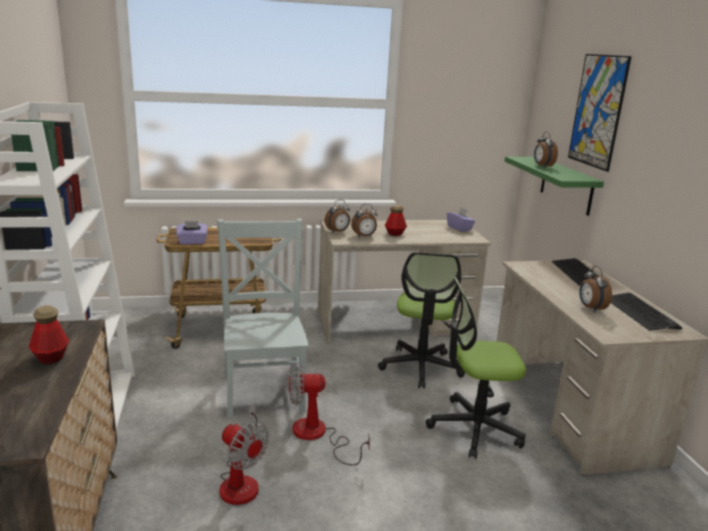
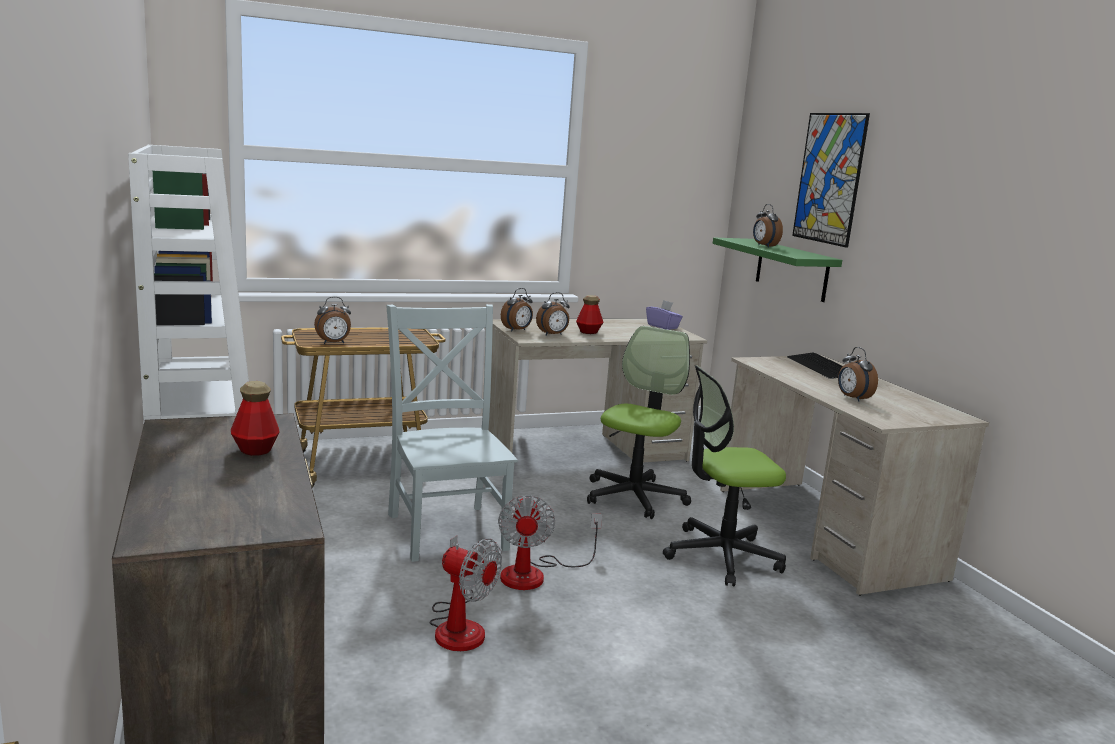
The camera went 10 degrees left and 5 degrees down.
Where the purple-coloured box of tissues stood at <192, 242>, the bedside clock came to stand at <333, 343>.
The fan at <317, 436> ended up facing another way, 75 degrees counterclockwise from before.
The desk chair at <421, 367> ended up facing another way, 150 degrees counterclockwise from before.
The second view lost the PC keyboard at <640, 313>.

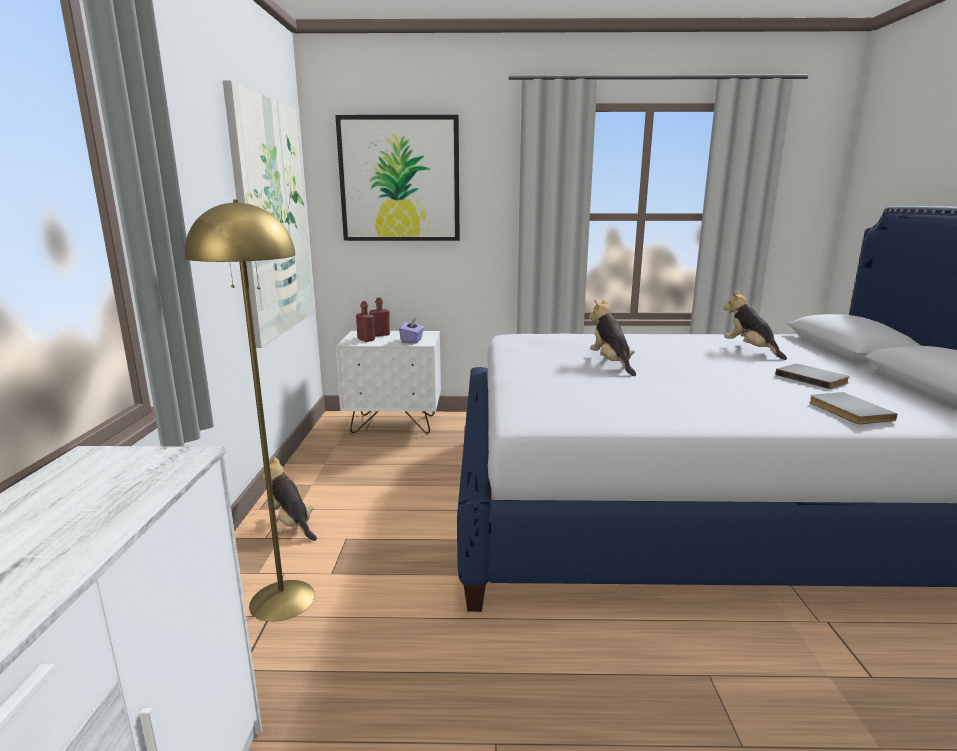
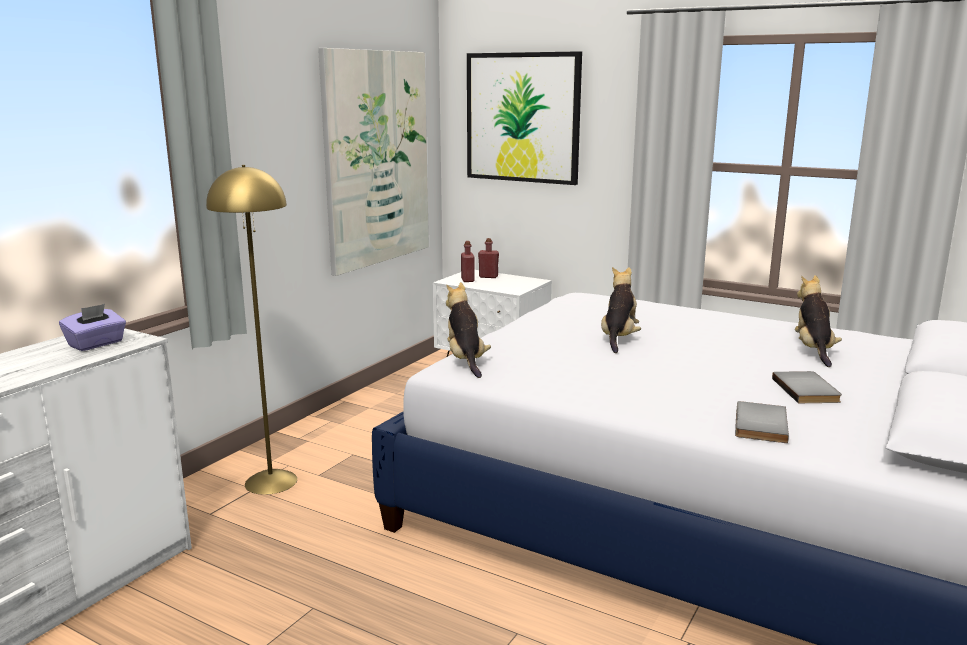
The camera went 30 degrees right and 0 degrees up.
The plush toy ended up elsewhere, having gone from <292, 523> to <466, 360>.
The purple-coloured box of tissues ended up elsewhere, having gone from <412, 340> to <96, 344>.

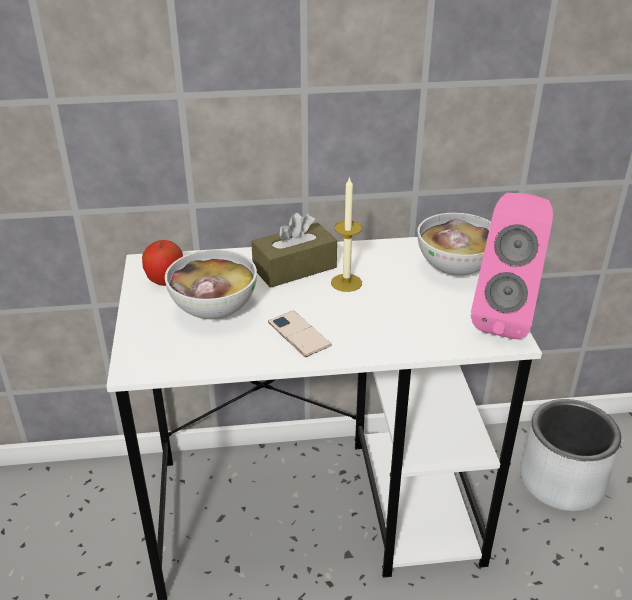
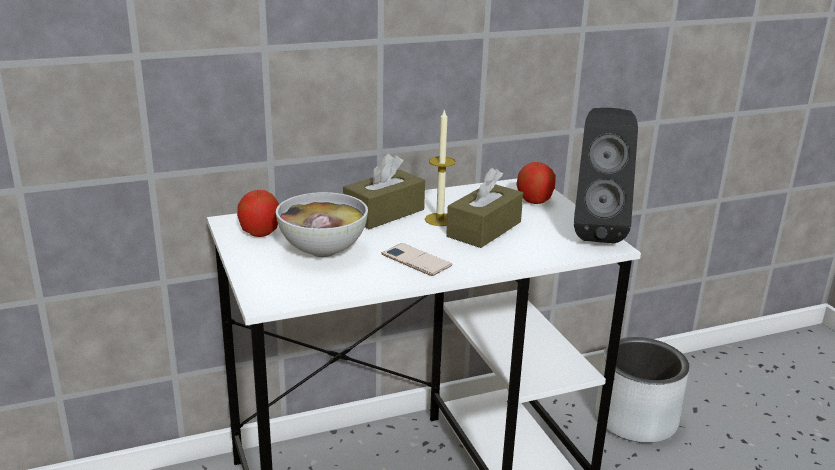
The camera went 15 degrees left and 10 degrees down.
Where the bowl stood at <456, 268>, the apple came to stand at <534, 201>.
What was the pinkish audio speaker at <505, 318> turned into the black-coloured audio speaker at <596, 231>.
The second view gained the brown box of tissues at <484, 229>.

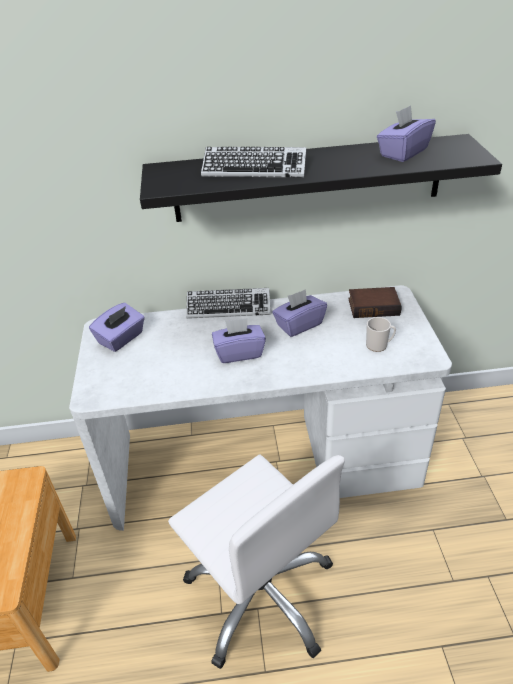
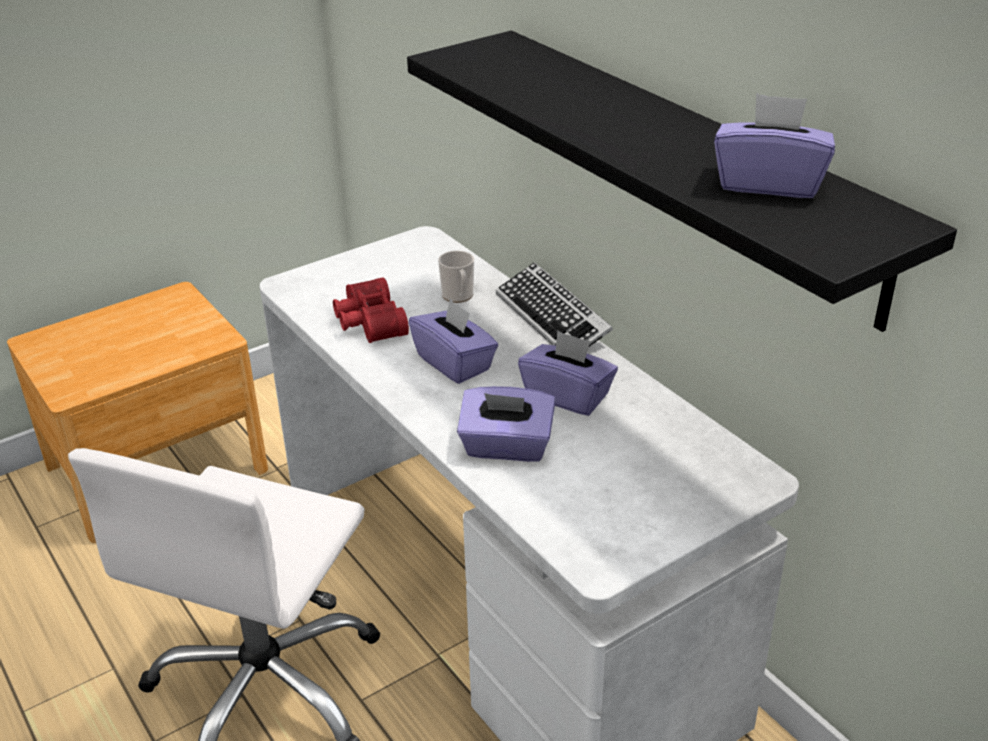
The camera went 60 degrees right and 5 degrees down.
The purple-coloured box of tissues ended up elsewhere, having gone from <121, 338> to <506, 447>.
The second view lost the PC keyboard at <254, 169>.
The second view lost the book at <374, 306>.
The mug ended up elsewhere, having gone from <379, 345> to <458, 296>.
The second view gained the red-coloured field glasses at <368, 323>.

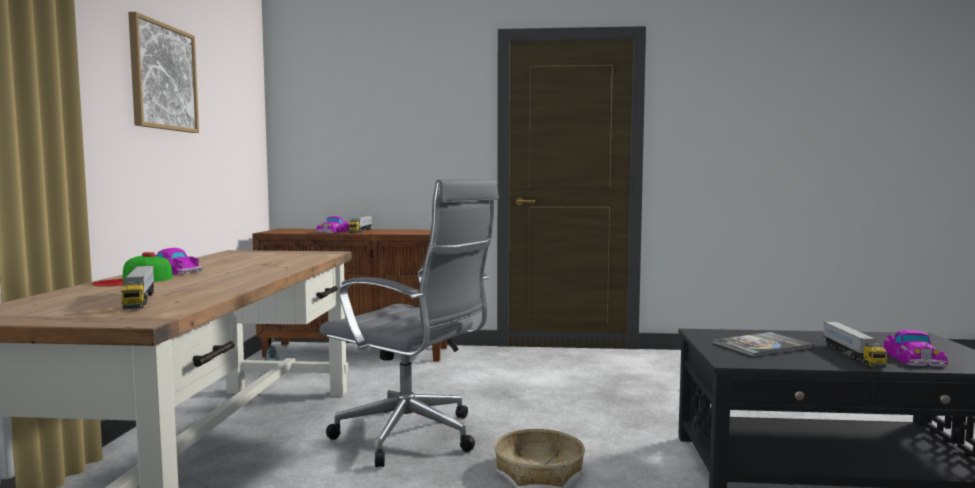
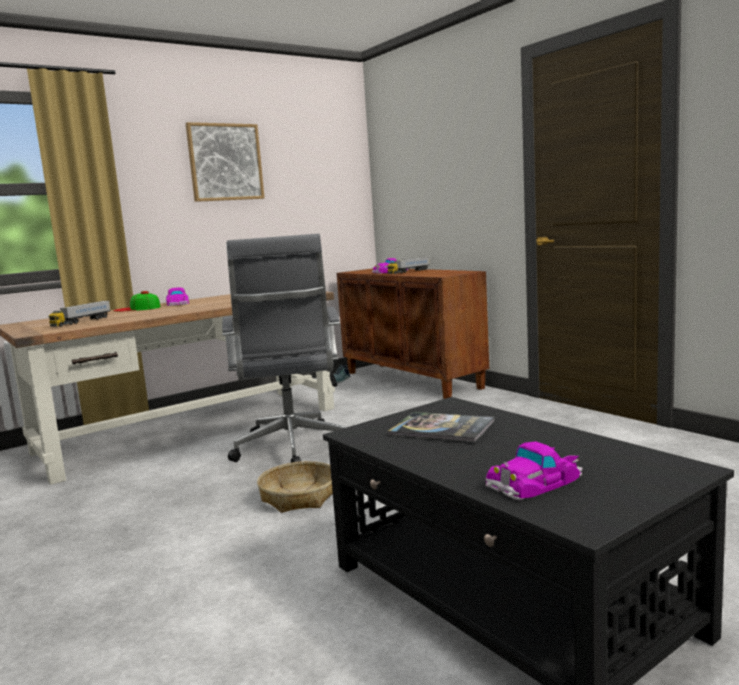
The camera went 50 degrees right and 5 degrees up.
The second view lost the toy lorry at <852, 355>.

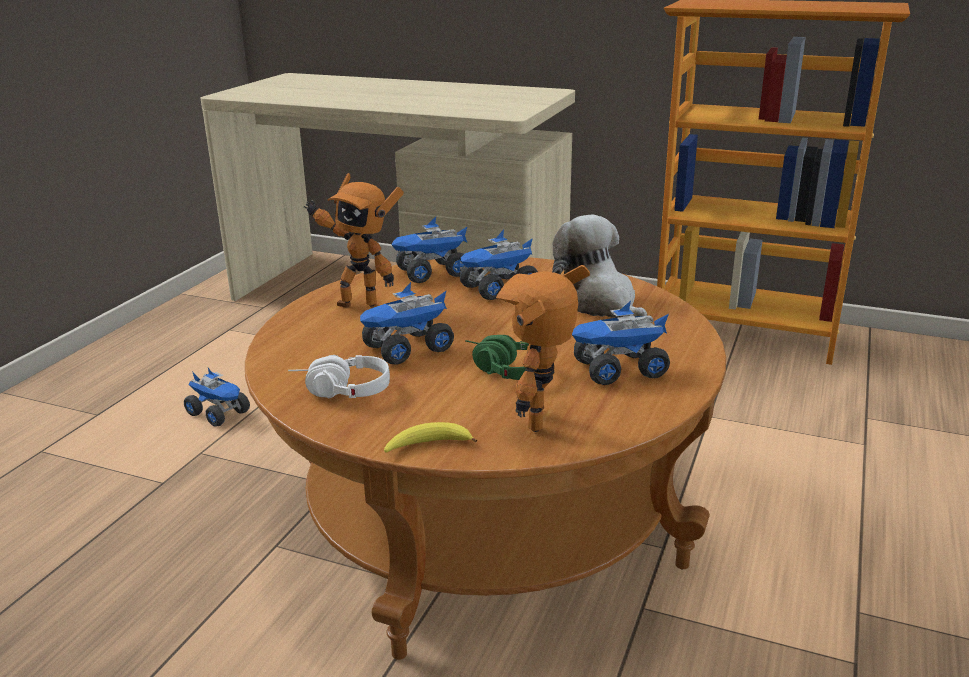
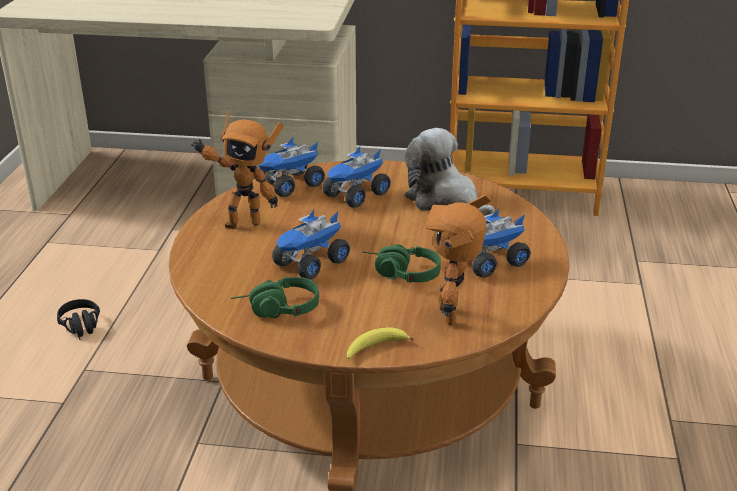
The camera went 15 degrees left and 5 degrees up.
Where the toy lorry stood at <219, 413>, the black-coloured headphones came to stand at <82, 329>.
What was the white-coloured headphones at <339, 392> turned into the green headphones at <276, 310>.

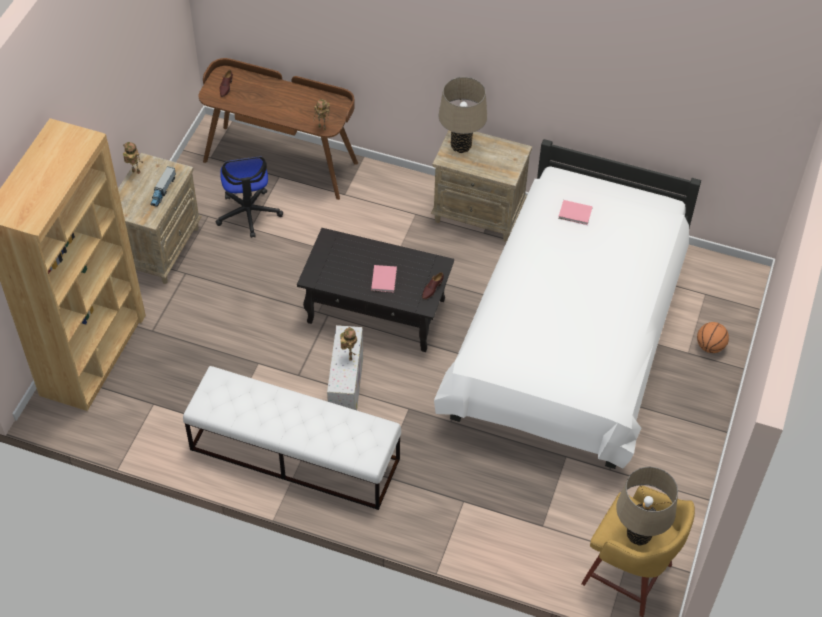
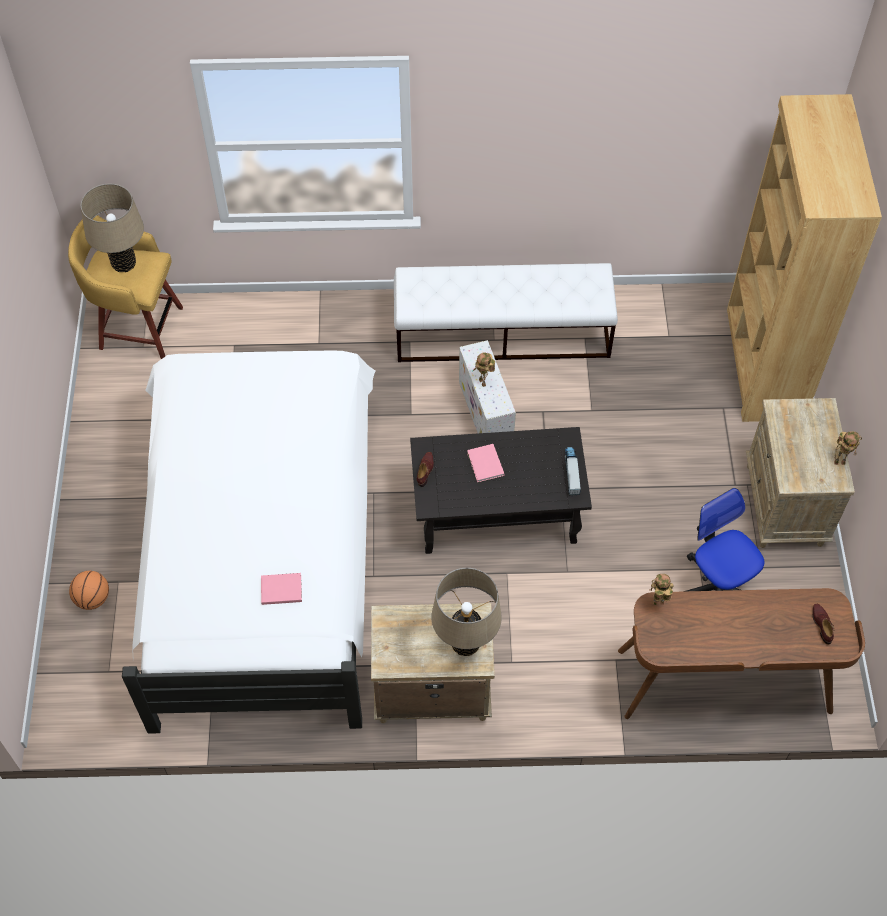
The camera went 160 degrees right and 5 degrees up.
The toy lorry ended up elsewhere, having gone from <163, 190> to <571, 473>.

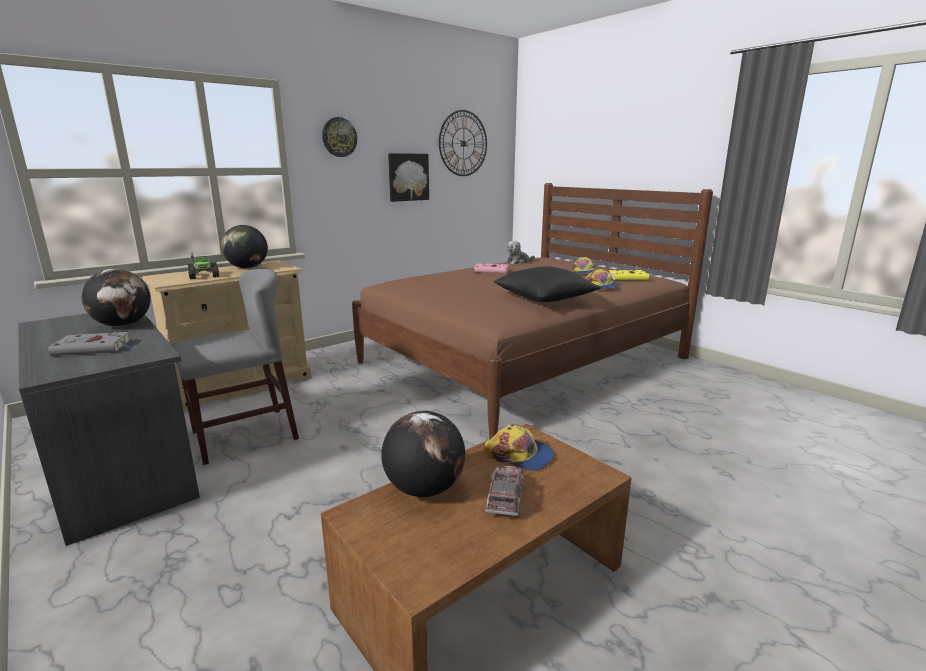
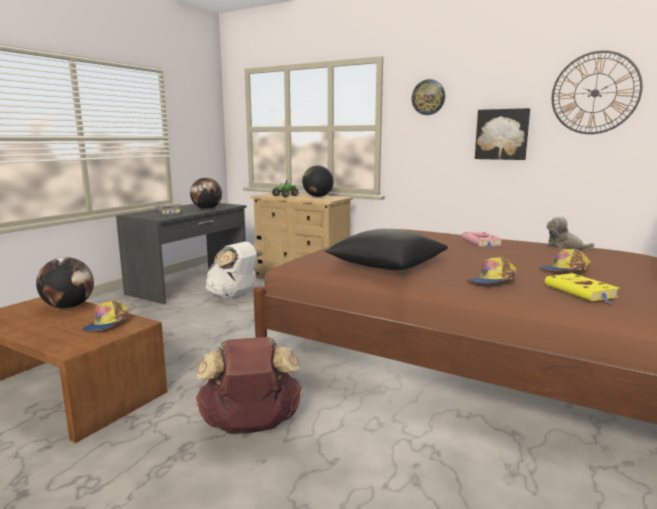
The camera went 70 degrees right and 5 degrees down.
Where the gray upright chair stood at <244, 435>, the white-coloured backpack came to stand at <234, 295>.
The second view lost the toy lorry at <505, 499>.
The second view gained the brown backpack at <251, 427>.

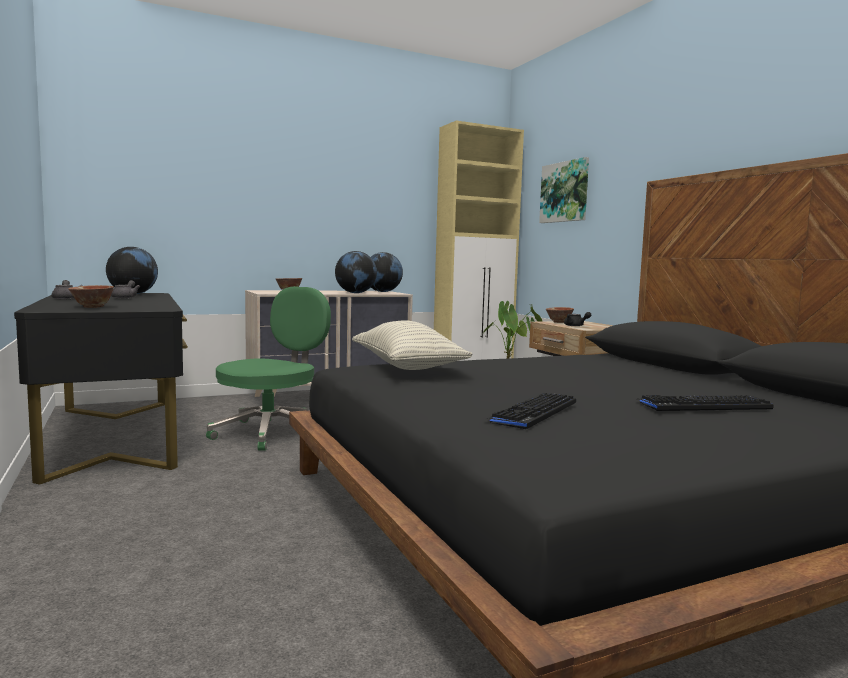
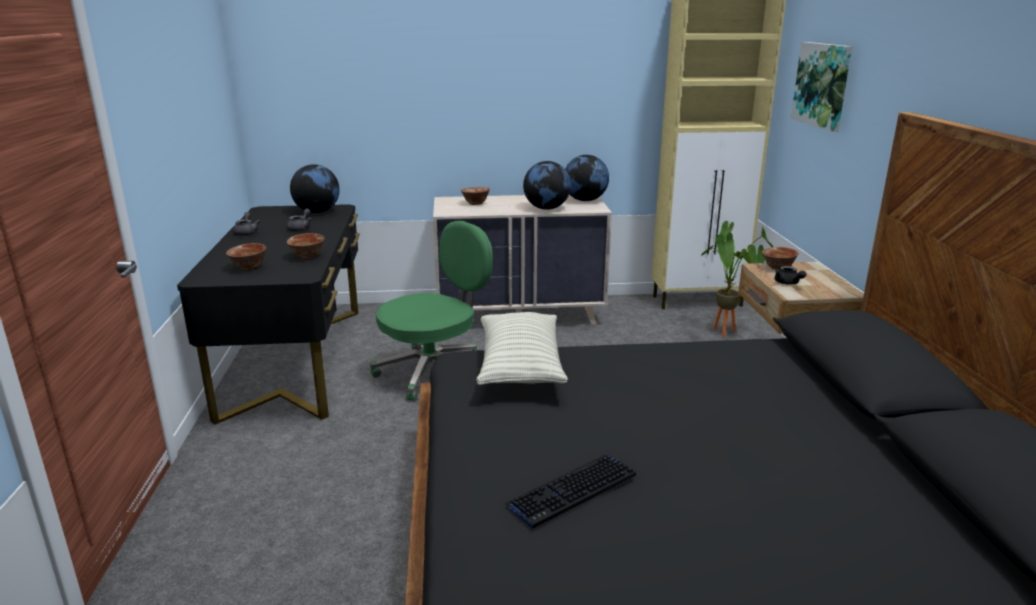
The camera went 20 degrees right and 15 degrees up.
The second view lost the PC keyboard at <703, 405>.
The second view gained the bowl at <308, 256>.

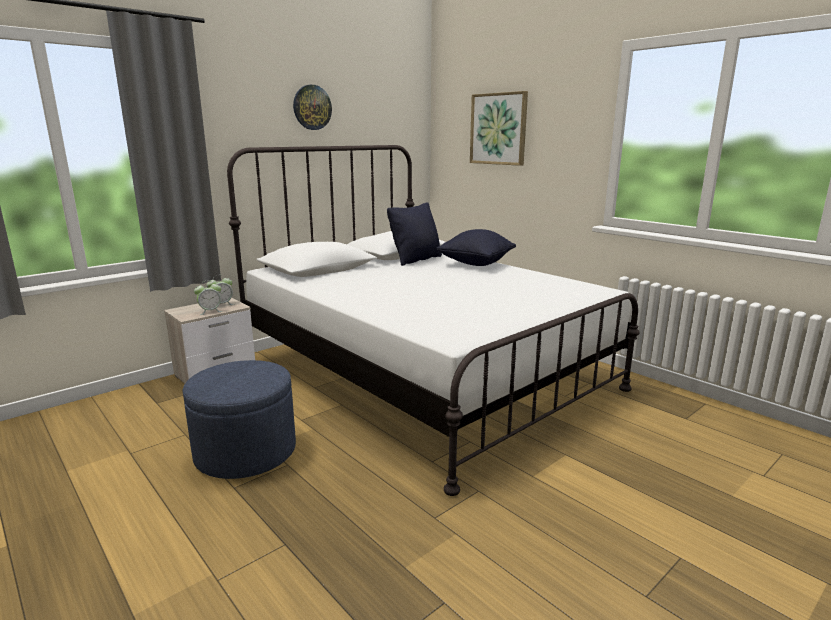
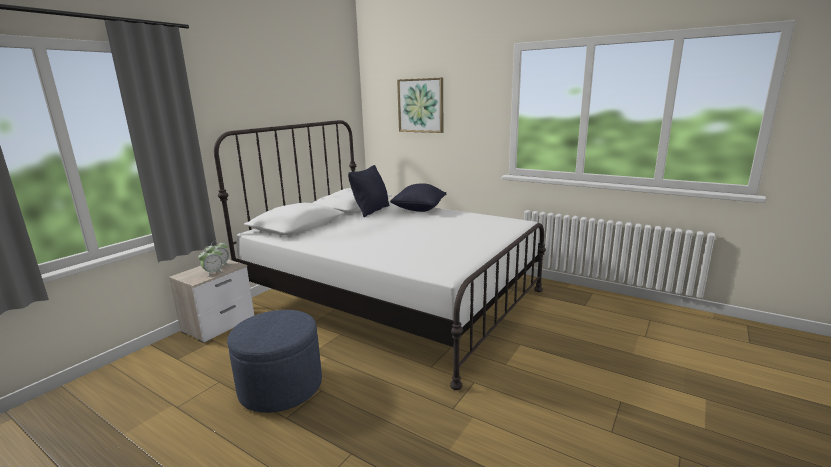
The camera went 15 degrees left and 0 degrees up.
The second view lost the clock on the wall at <312, 107>.

